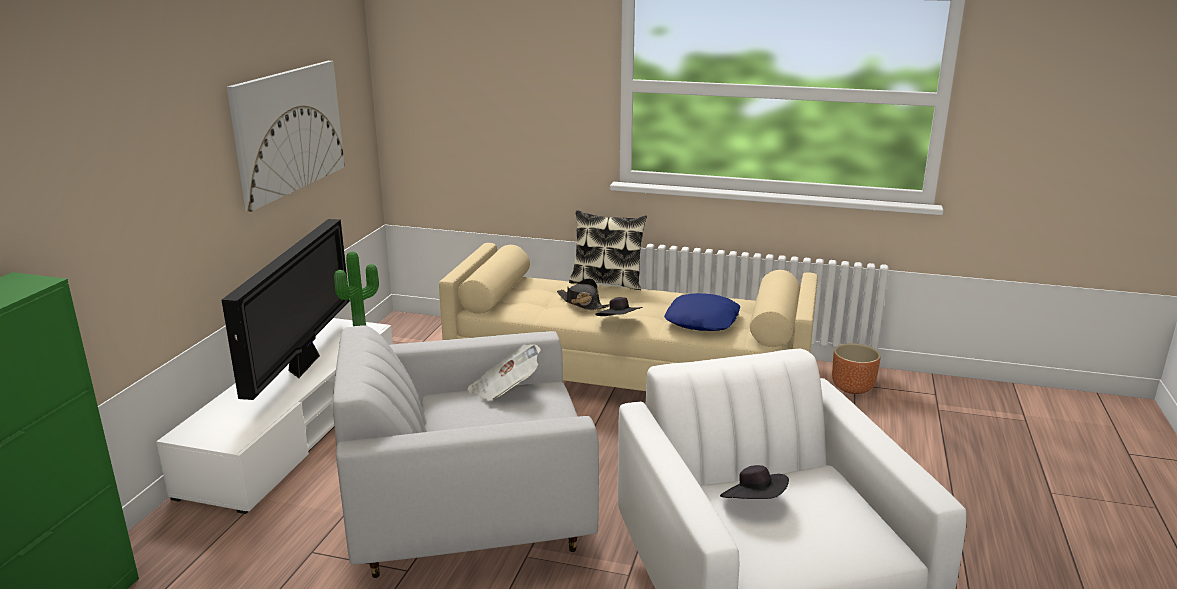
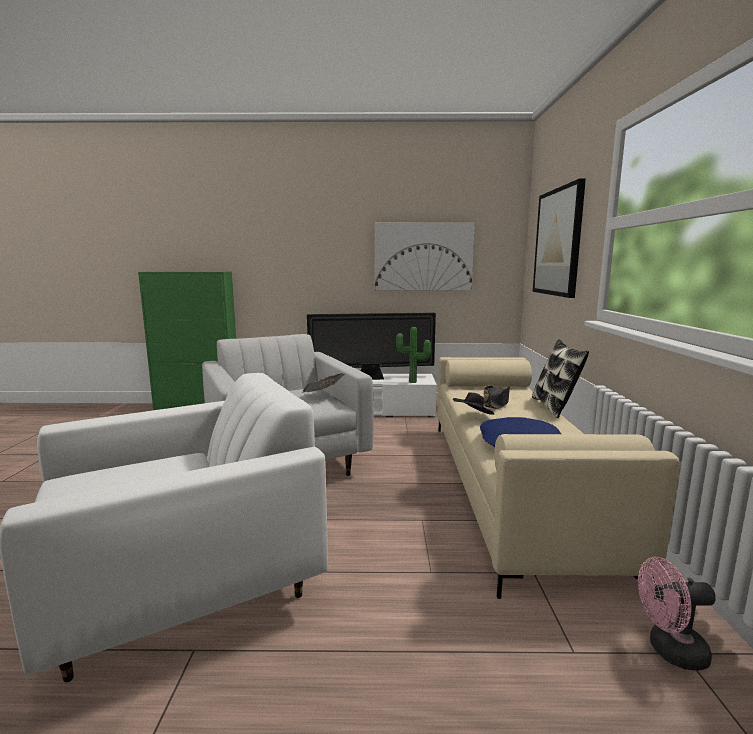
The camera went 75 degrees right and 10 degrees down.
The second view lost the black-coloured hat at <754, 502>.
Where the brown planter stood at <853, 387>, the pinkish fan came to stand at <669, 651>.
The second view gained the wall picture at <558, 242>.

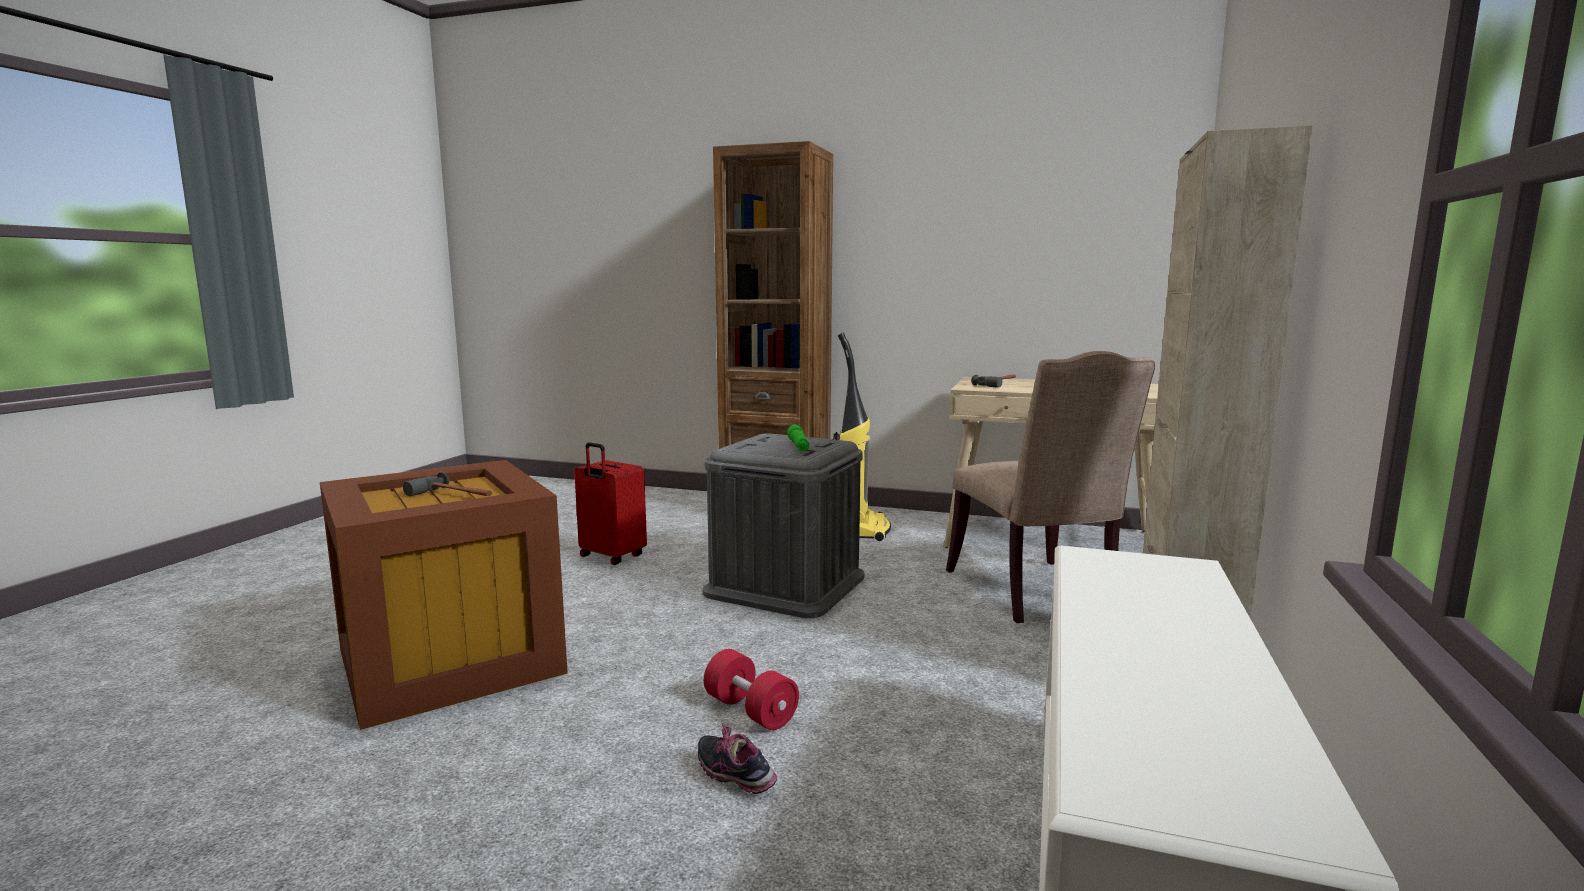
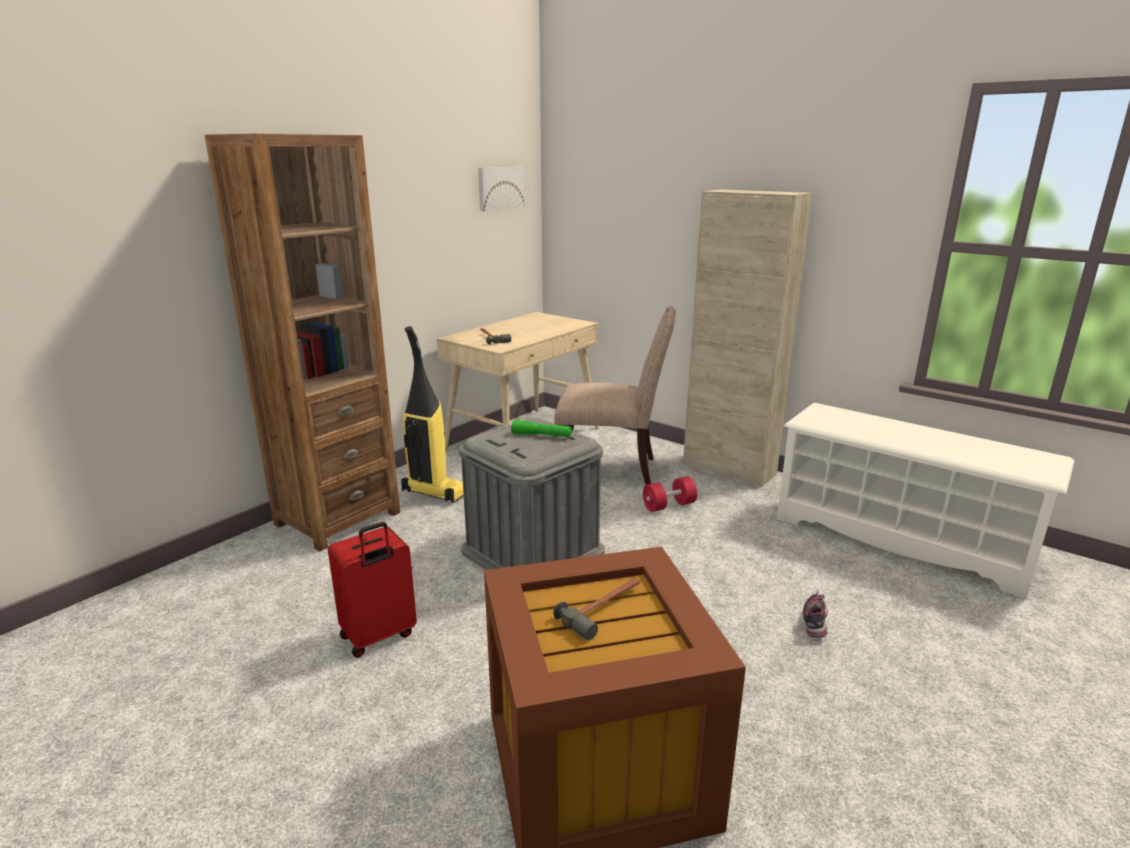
The camera went 70 degrees left and 10 degrees up.
The low shoe at <736, 776> ended up facing another way, 135 degrees clockwise from before.
The red-coloured free weight ended up elsewhere, having gone from <750, 711> to <669, 505>.
The second view gained the wall picture at <500, 188>.

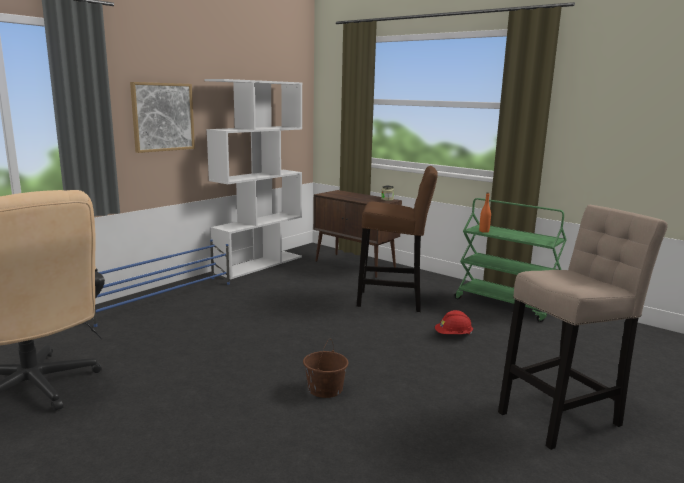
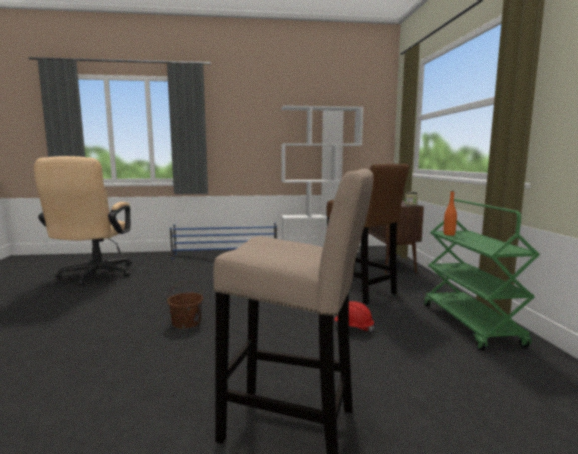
The camera went 45 degrees right and 5 degrees down.
The second view lost the wall picture at <163, 117>.

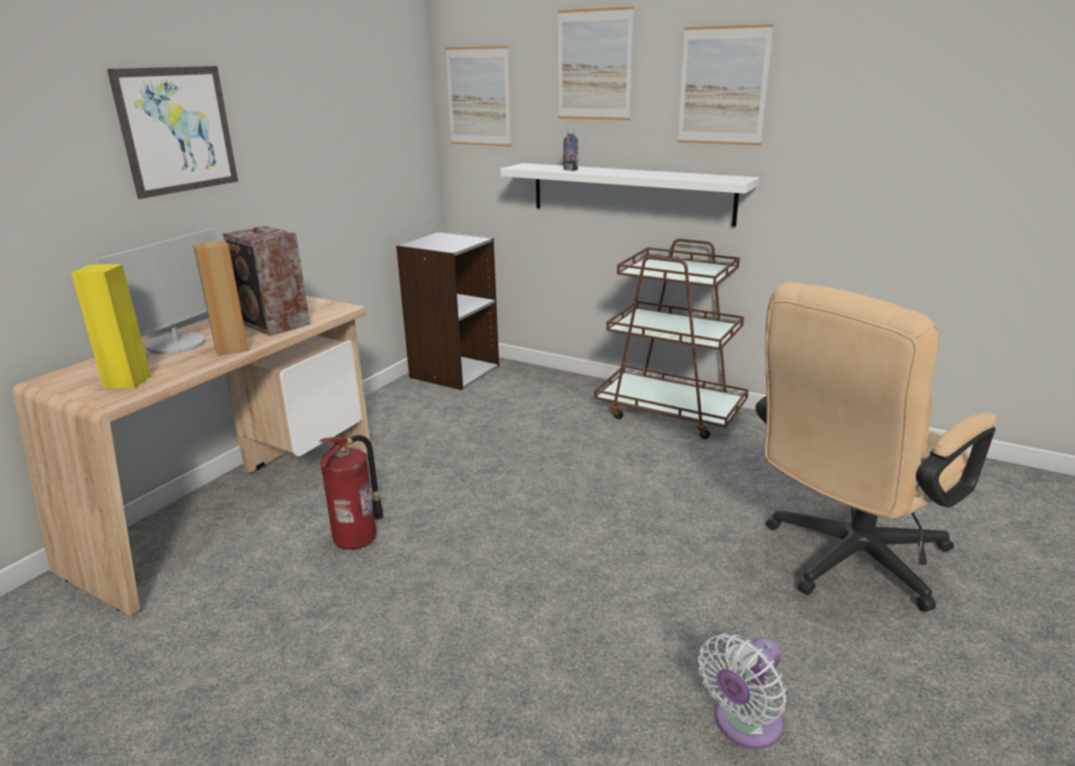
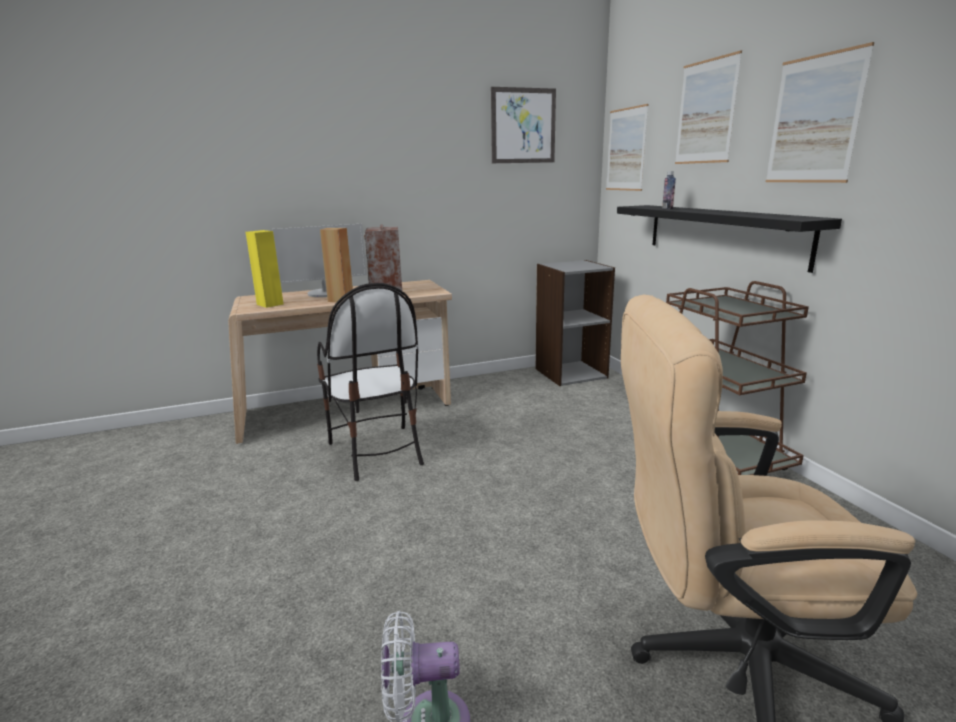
The camera went 40 degrees right and 5 degrees down.
The wall picture ended up elsewhere, having gone from <177, 130> to <523, 126>.
Where the extinguisher stood at <358, 539>, the upright chair came to stand at <376, 452>.
What was the white-coloured shelf at <630, 193> turned into the black-coloured shelf at <722, 233>.

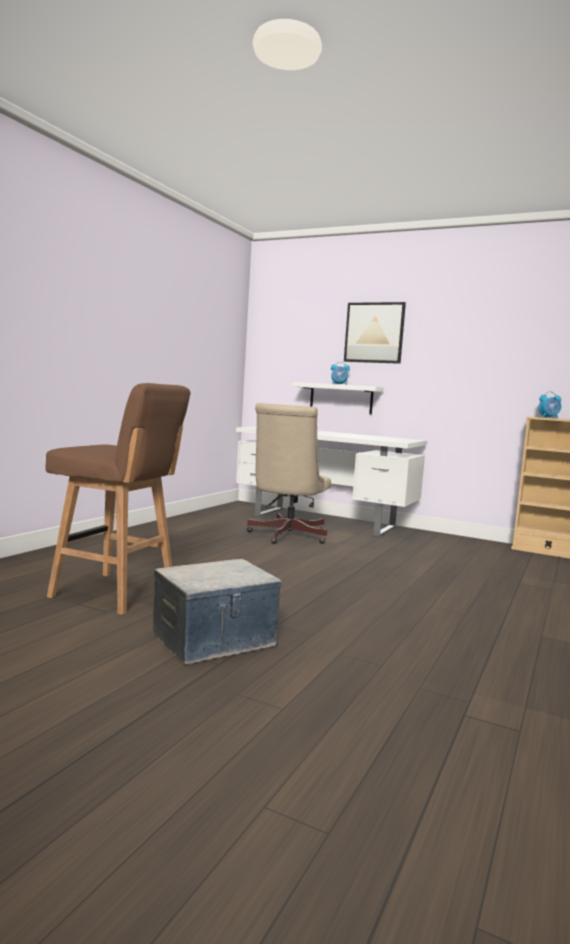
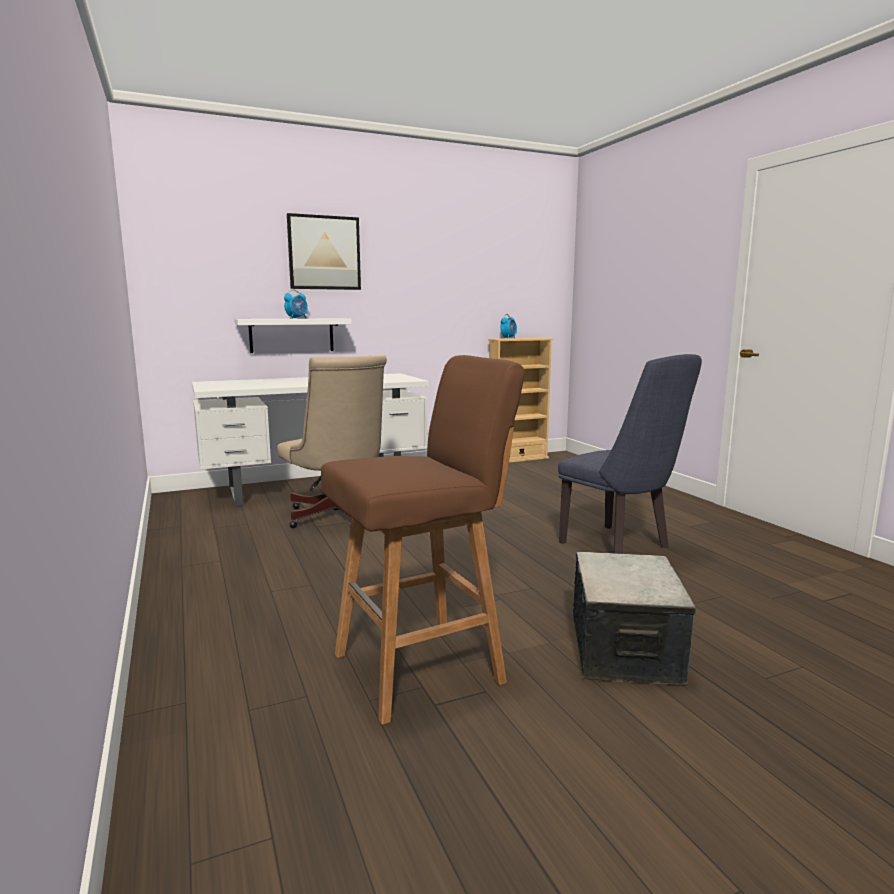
The camera went 50 degrees left and 5 degrees up.
The second view gained the blue-coloured upright chair at <621, 547>.

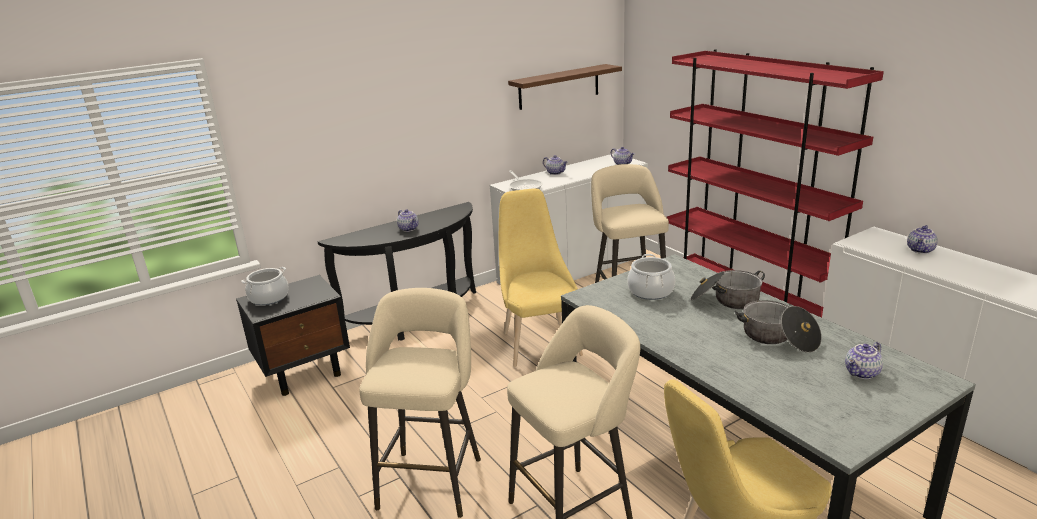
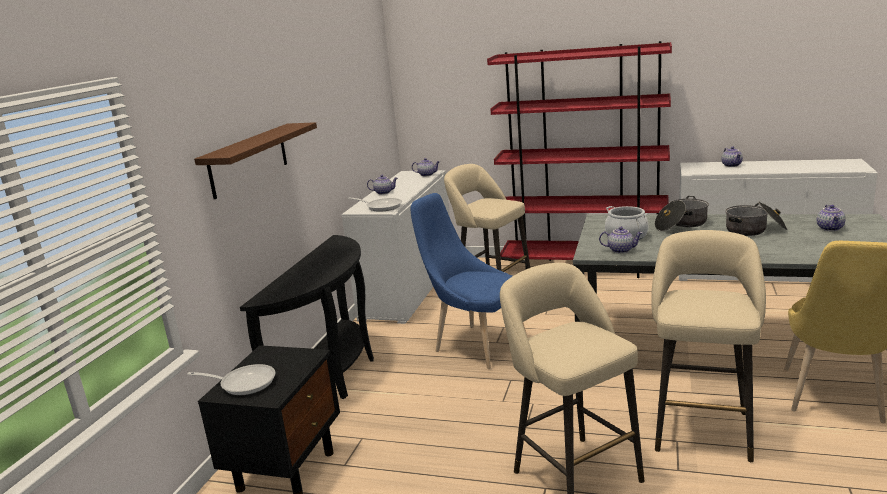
The camera went 40 degrees left and 5 degrees down.
Where the saucepot stood at <269, 298>, the pan came to stand at <244, 383>.
The tea pot ended up elsewhere, having gone from <409, 229> to <621, 250>.
What was the yellow upright chair at <539, 341> turned into the blue-coloured upright chair at <475, 344>.
The brown shelf ended up elsewhere, having gone from <559, 87> to <249, 159>.

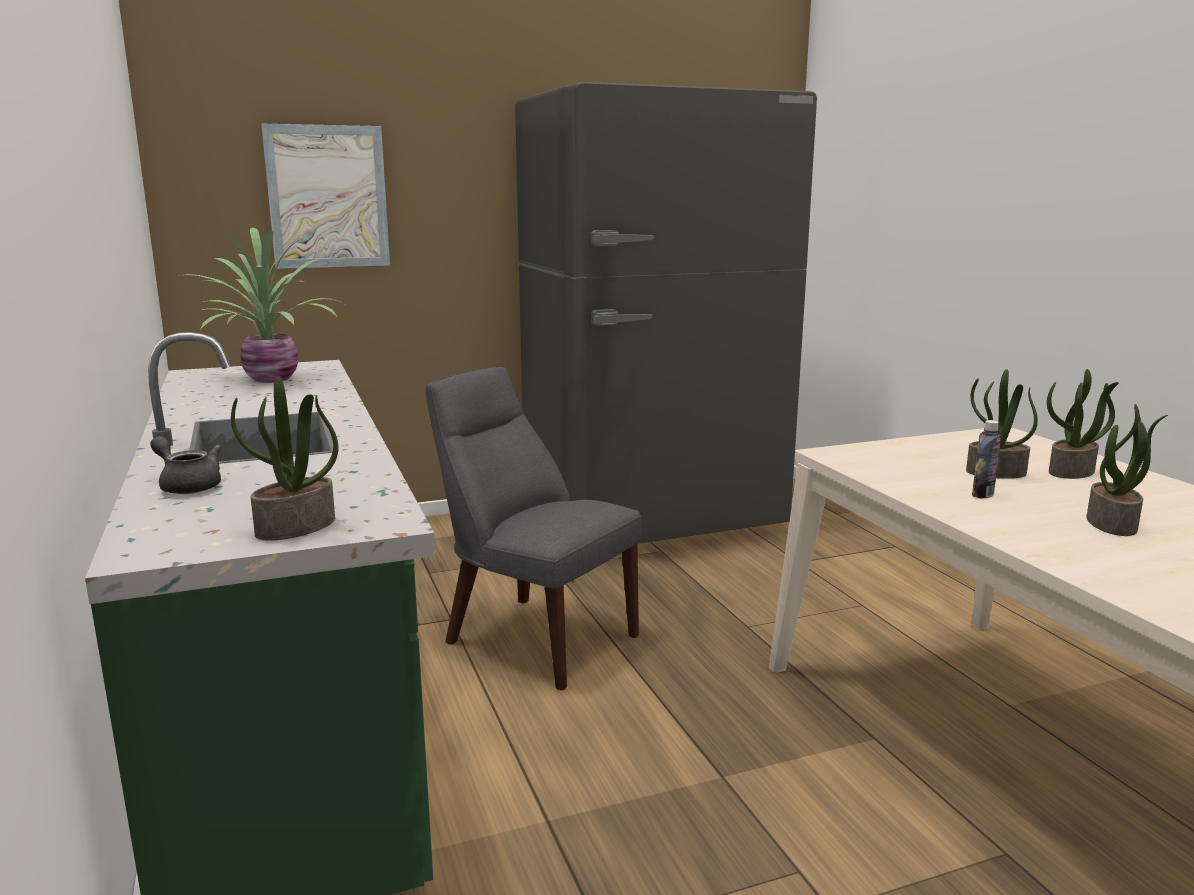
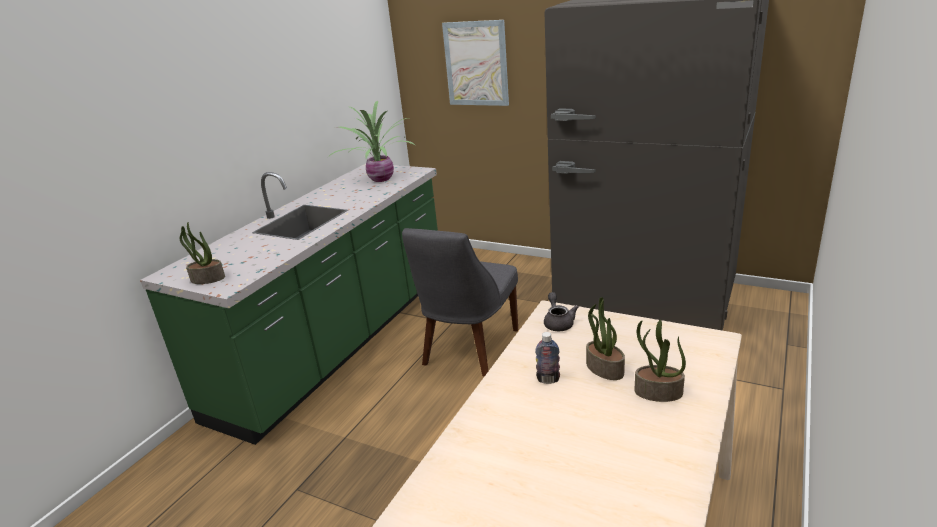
The camera went 50 degrees right and 10 degrees up.
The gray tea pot ended up elsewhere, having gone from <187, 485> to <558, 322>.
The gray upright chair at <534, 637> ended up facing another way, 150 degrees counterclockwise from before.
The second view lost the houseplant at <1113, 524>.

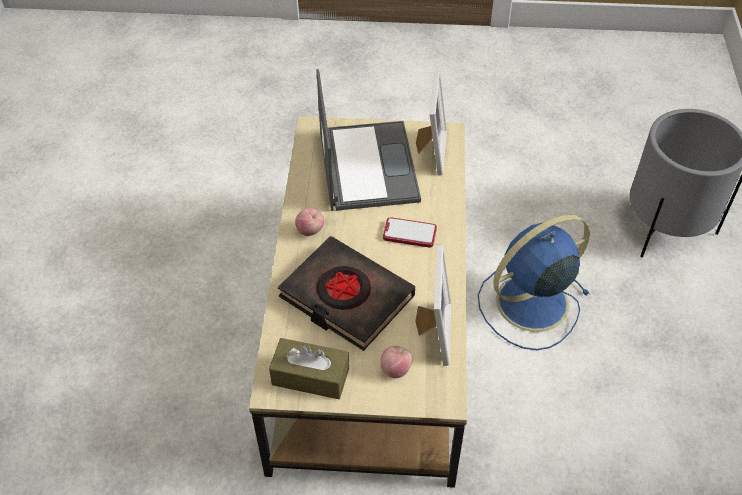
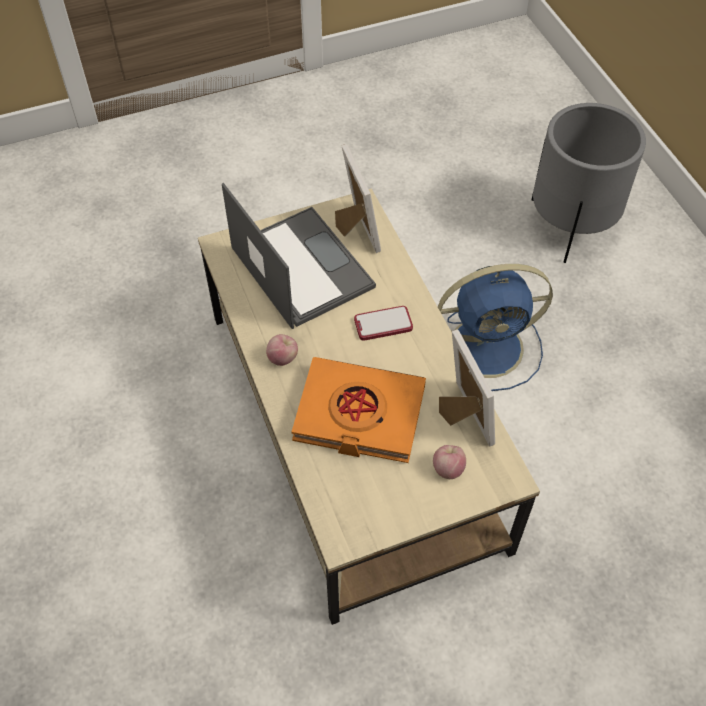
The camera went 25 degrees left and 5 degrees up.
The second view lost the brown box of tissues at <310, 376>.
What was the black-coloured book at <346, 297> turned into the orange book at <359, 415>.
The blue-coloured fan at <529, 304> ended up facing another way, 135 degrees counterclockwise from before.

